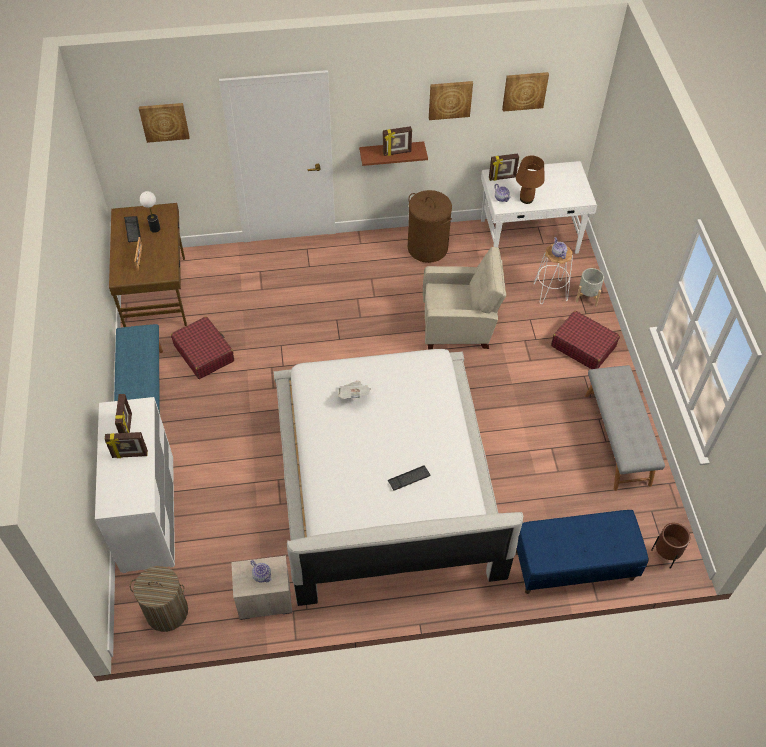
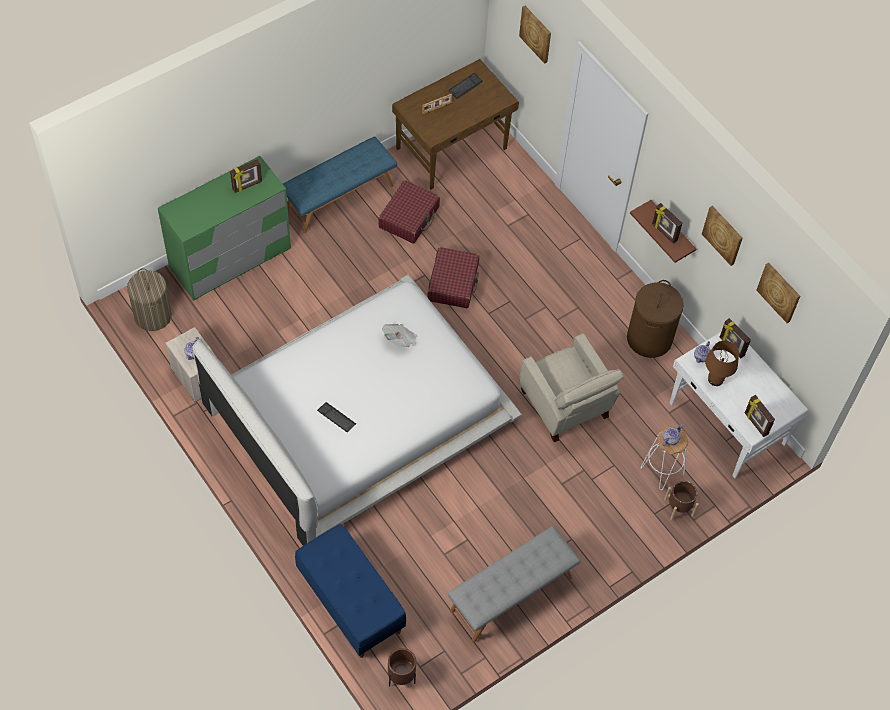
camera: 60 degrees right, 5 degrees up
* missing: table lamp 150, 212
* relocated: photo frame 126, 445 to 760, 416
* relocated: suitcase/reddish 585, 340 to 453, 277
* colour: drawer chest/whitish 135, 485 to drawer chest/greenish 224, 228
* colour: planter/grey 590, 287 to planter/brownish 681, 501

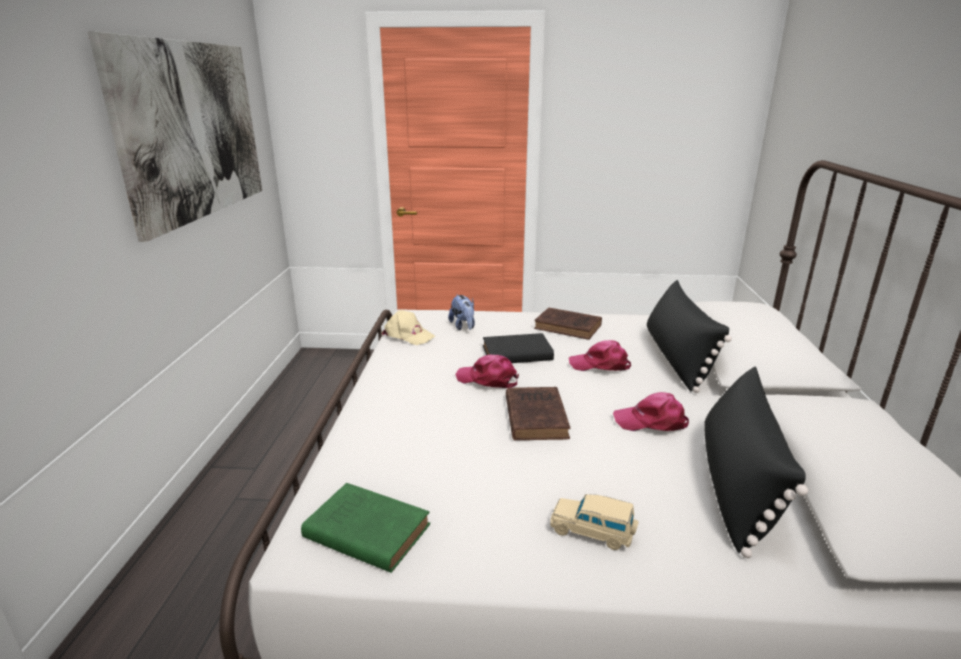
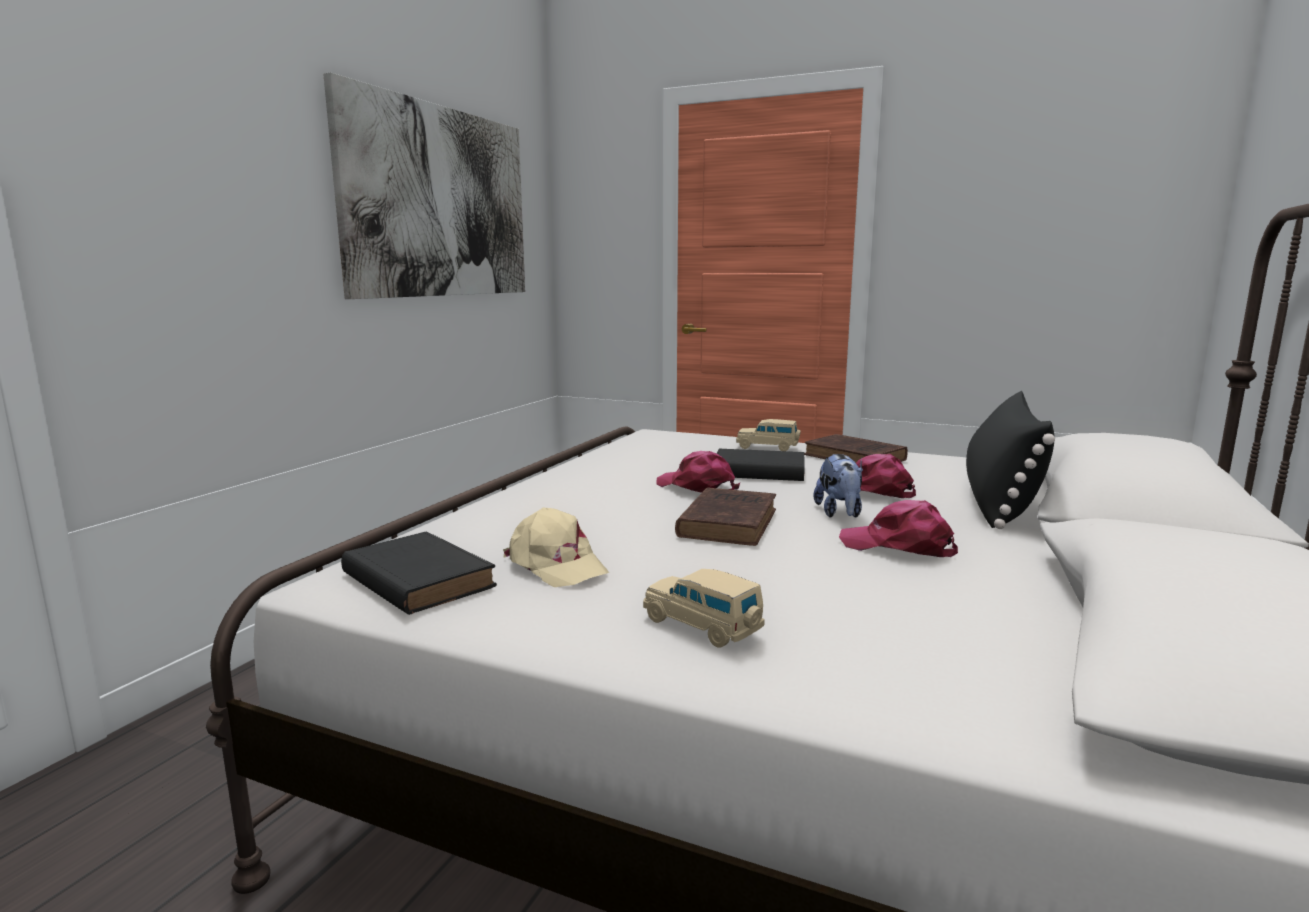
camera: 20 degrees right, 10 degrees down
* missing: pillow/black 756, 462
* appeared: miniature car/beige-coloured 768, 435
* relocated: cap/beige-coloured 408, 327 to 556, 547
* relocated: plush toy 461, 312 to 838, 486
* colour: volume/greenish 365, 528 to volume/black 419, 573

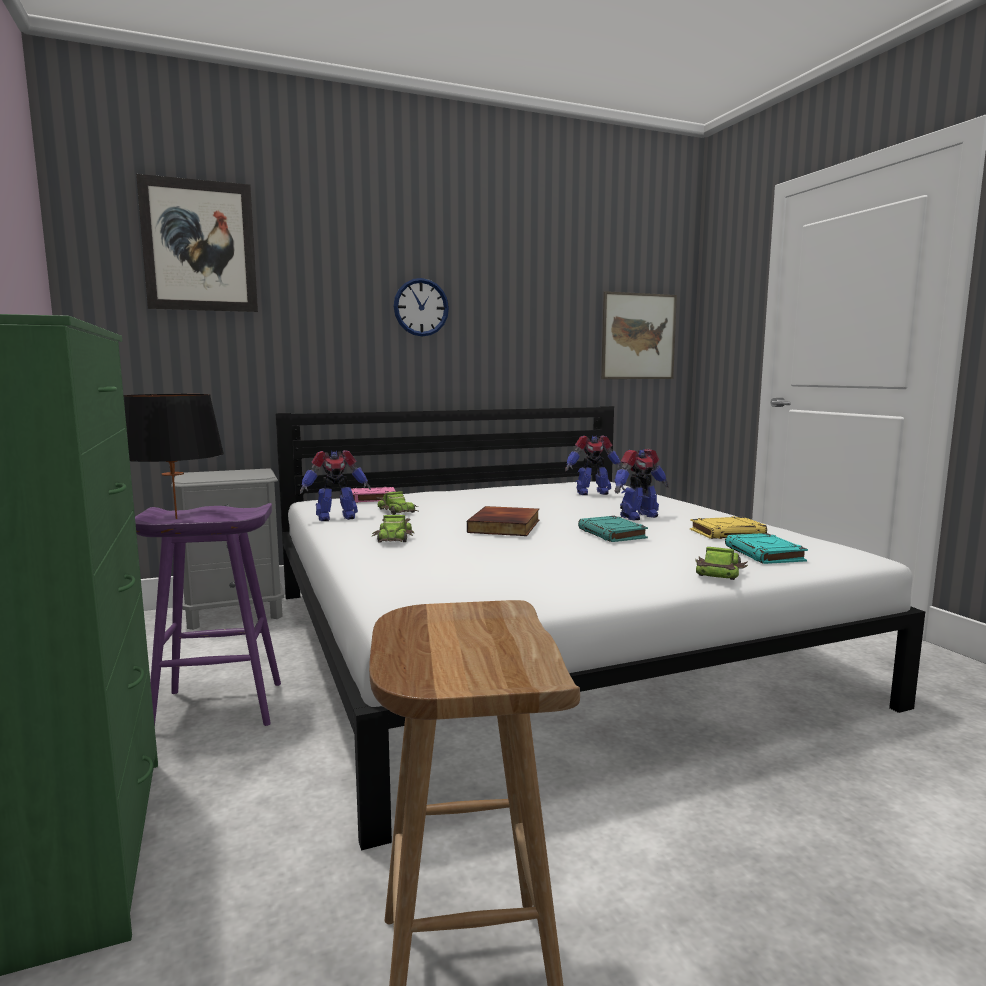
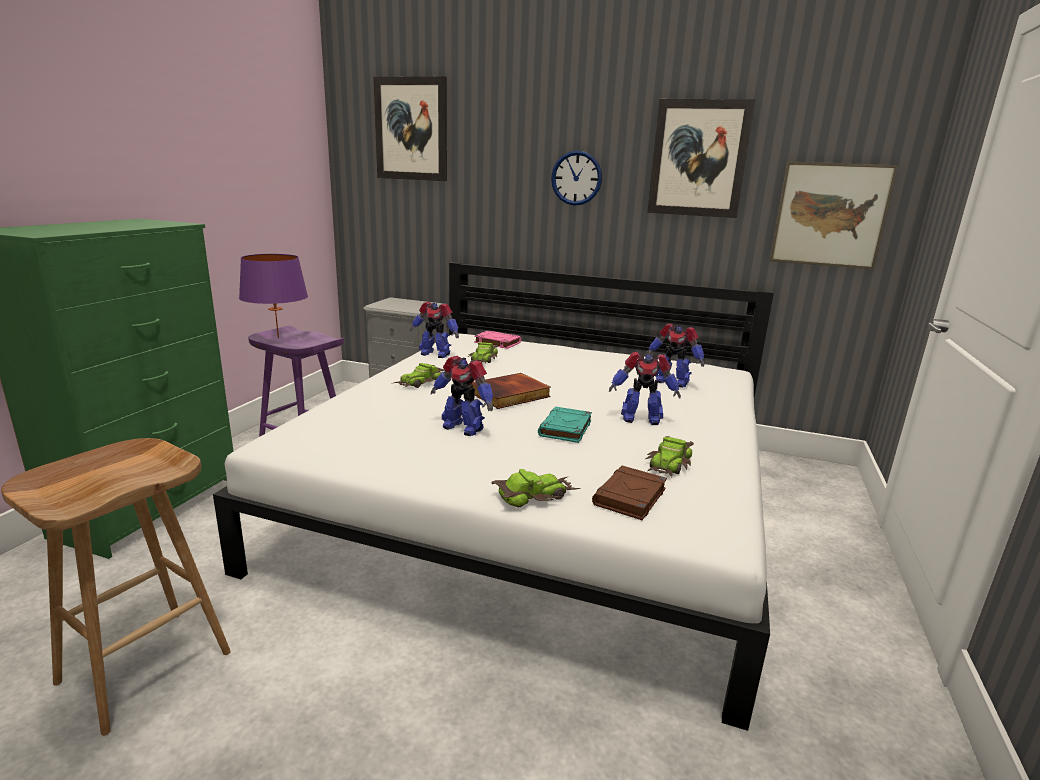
camera: 40 degrees right, 10 degrees up
* appeared: robot figure 462, 396
* appeared: wall art 701, 158
* exchanged: volume/yellow 728, 527 to miniature car 670, 456
* colour: table lamp/black 173, 456 to table lamp/purplish 273, 296
* colour: volume/turquoise-coloured 766, 548 to volume/brownish 629, 493

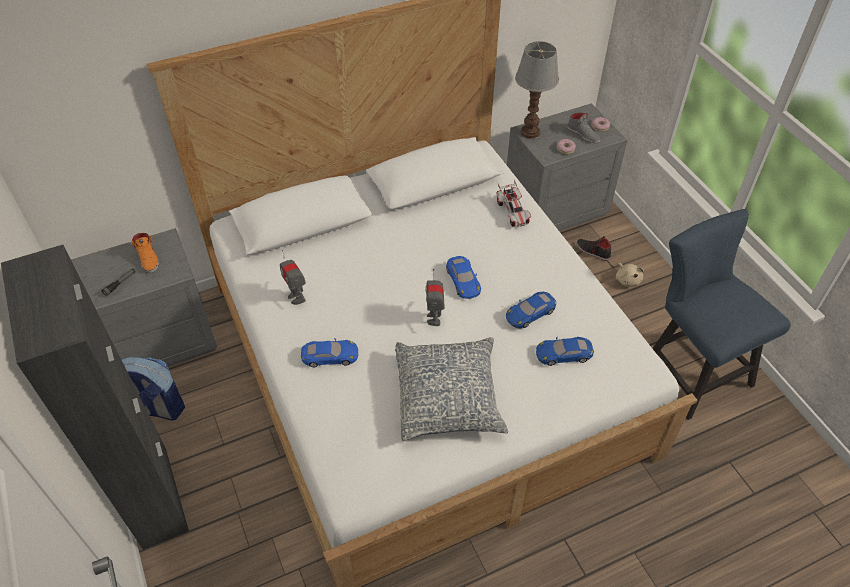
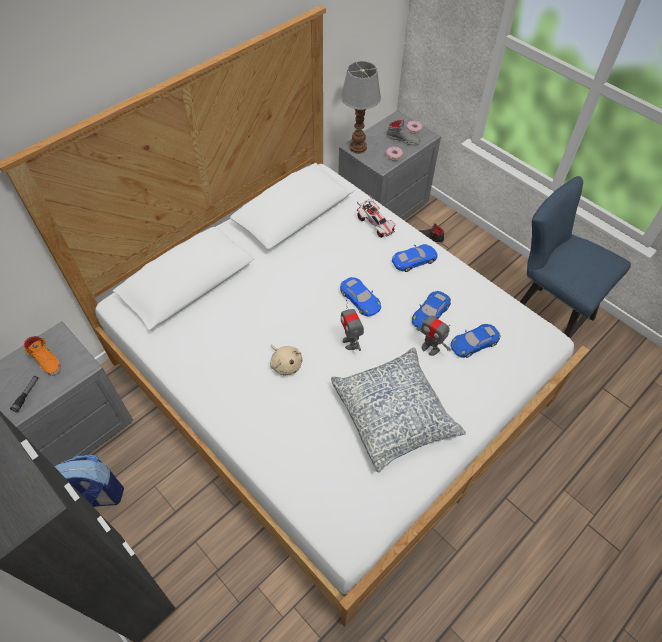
camera: 20 degrees left, 5 degrees up
* relocated: robot figure 293, 277 to 433, 332
* relocated: miniature car/blue 329, 352 to 414, 258
* relocated: plush toy/beige-coloured 630, 274 to 286, 360

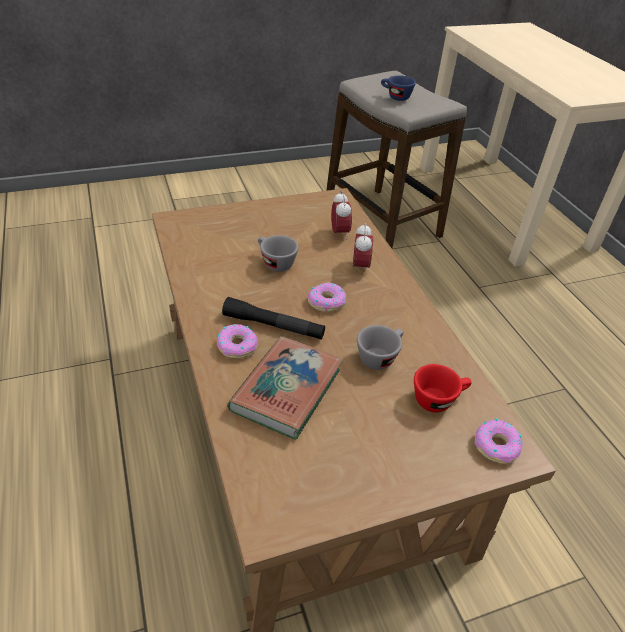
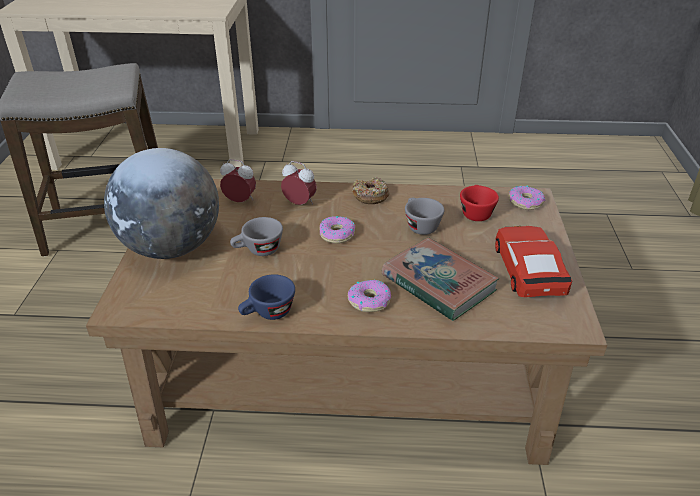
camera: 65 degrees left, 5 degrees down
* missing: flashlight/black 273, 318
* appeared: world globe 161, 203
* appeared: donut 370, 190
* appeared: miniature car/reddish 533, 261
* relocated: drinking cup/blue 398, 88 to 266, 297

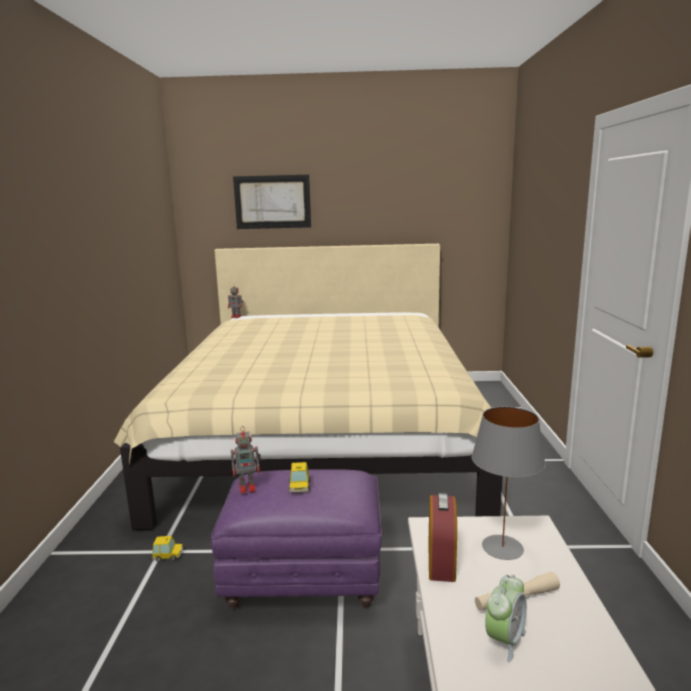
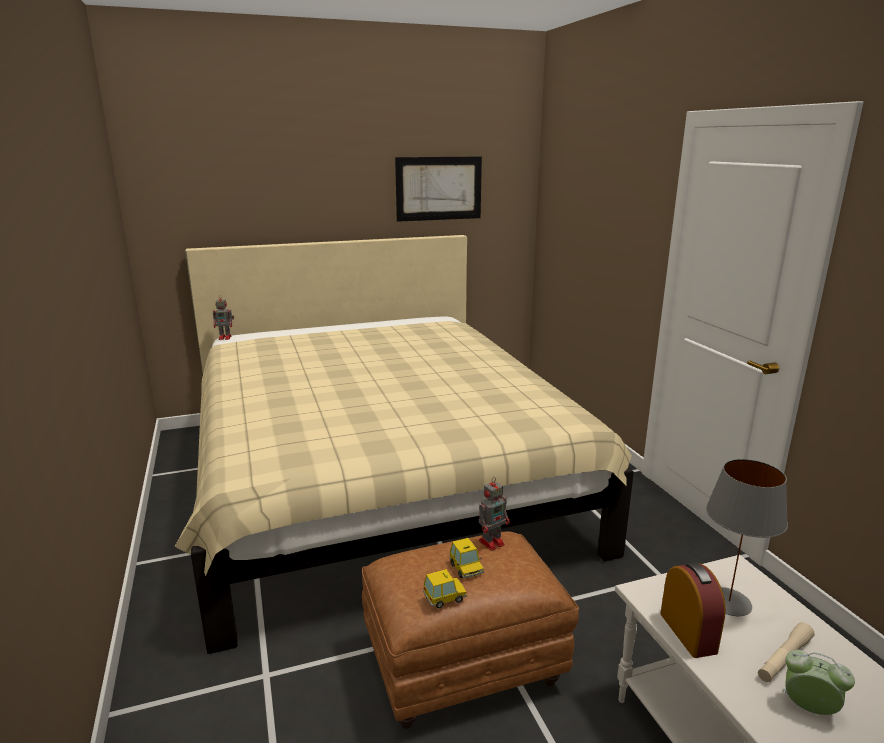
camera: 20 degrees left, 5 degrees up
* relocated: miniature car 167, 549 to 445, 588
* relocated: robot figure 246, 460 to 494, 514
* relocated: wall art 272, 202 to 438, 189
* colour: footrest/purplish 296, 539 to footrest/brownish 470, 630
* spun: table clock 506, 618 = 818, 682 75 degrees counterclockwise

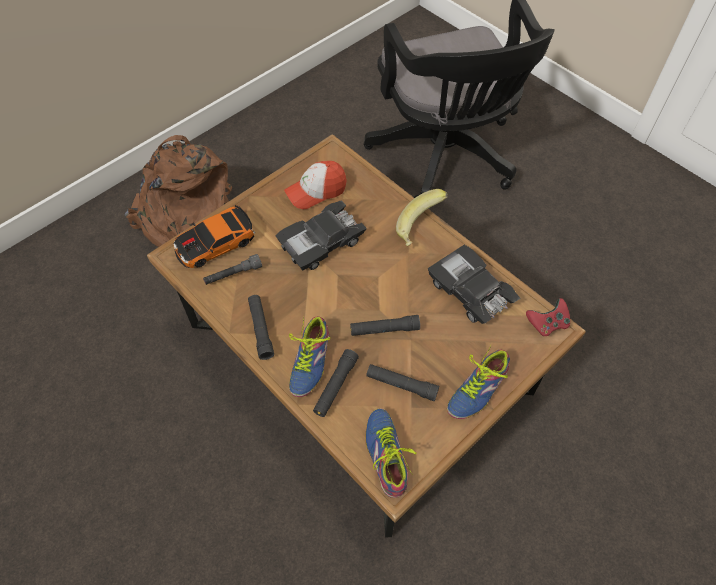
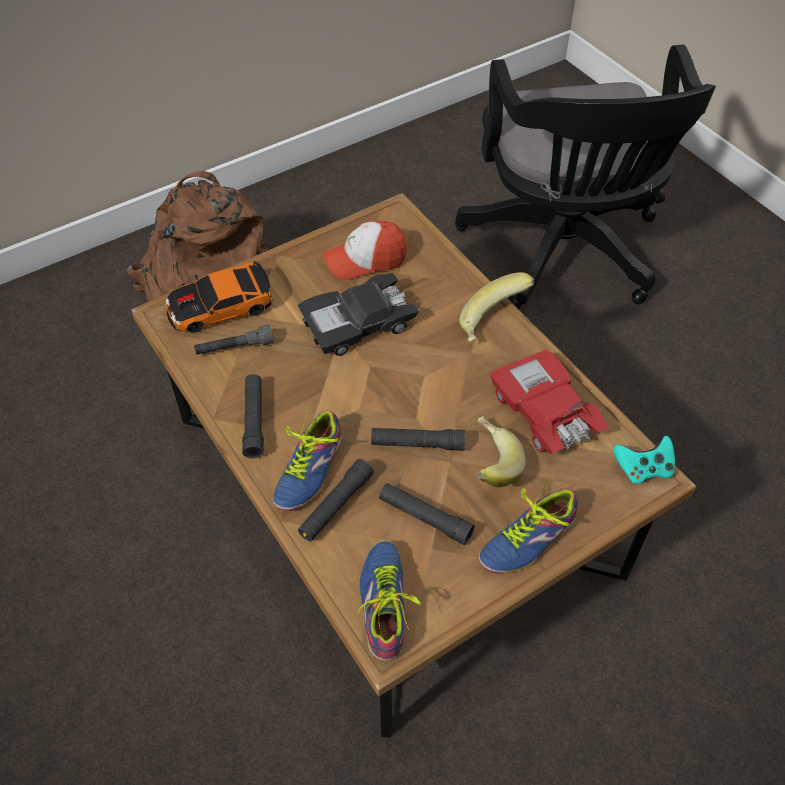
camera: 10 degrees right, 5 degrees down
* appeared: banana 501, 451
* colour: miniature car/black 474, 284 to miniature car/reddish 549, 401
* colour: game controller/reddish 548, 317 to game controller/turquoise-coloured 644, 460

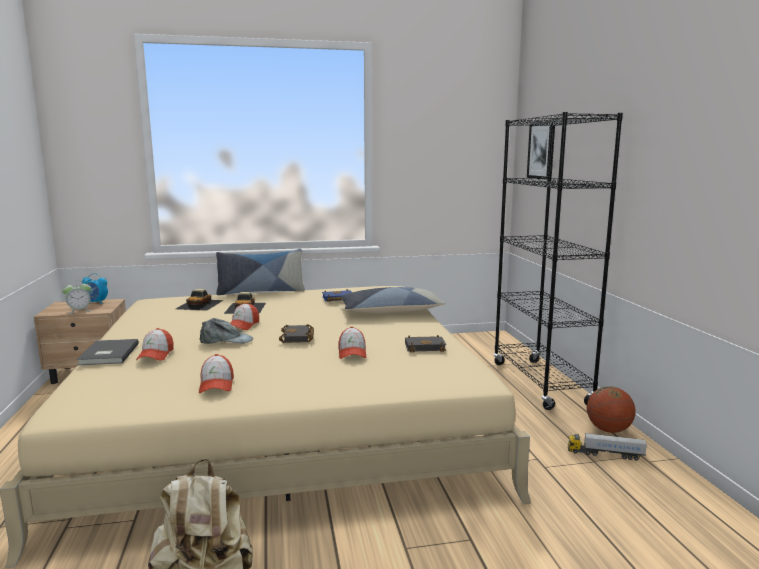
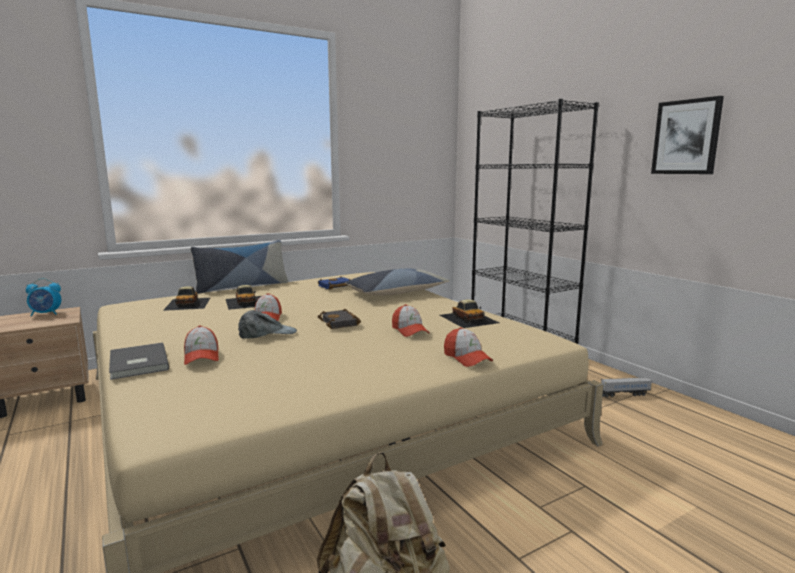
camera: 20 degrees left, 0 degrees up
* missing: table clock 76, 297
* missing: basketball ball 611, 409
* relocated: cap 216, 373 to 468, 347
* relocated: wall art 541, 150 to 687, 135
* exchanged: volume/black 425, 343 to miniature car 469, 313

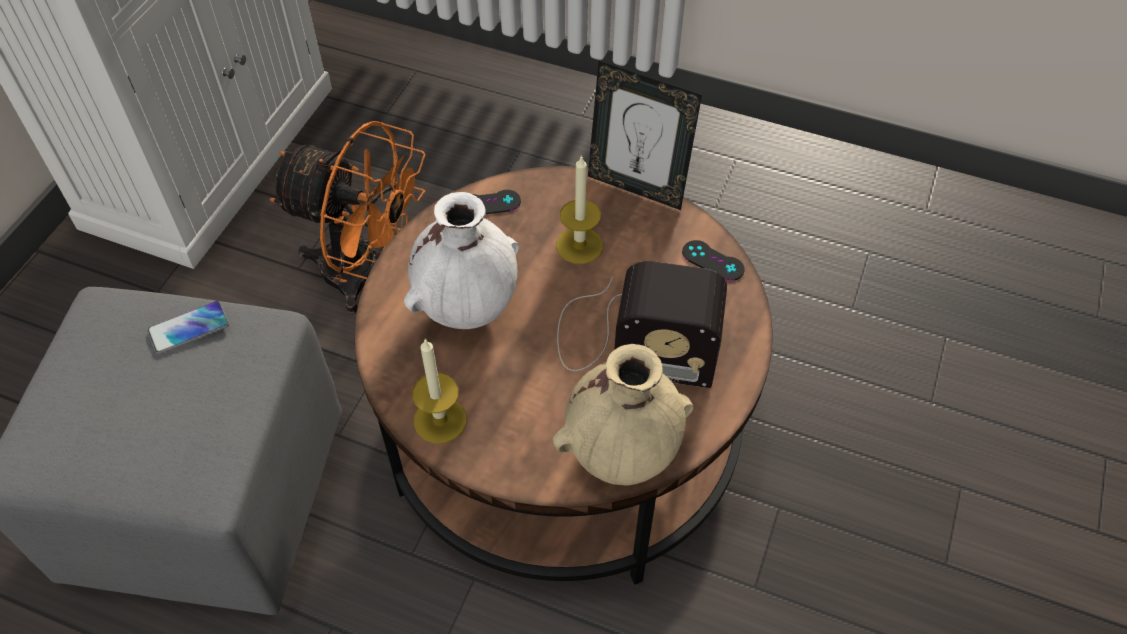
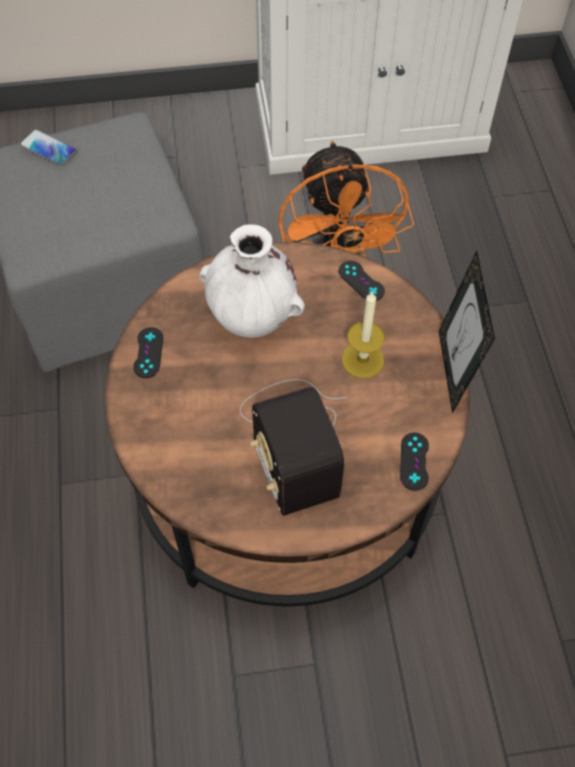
camera: 60 degrees right, 5 degrees up
* missing: vase/beige-coloured 623, 414
* relocated: phone 188, 327 to 48, 147
* exchanged: wax light 439, 390 to game controller/black 148, 352

